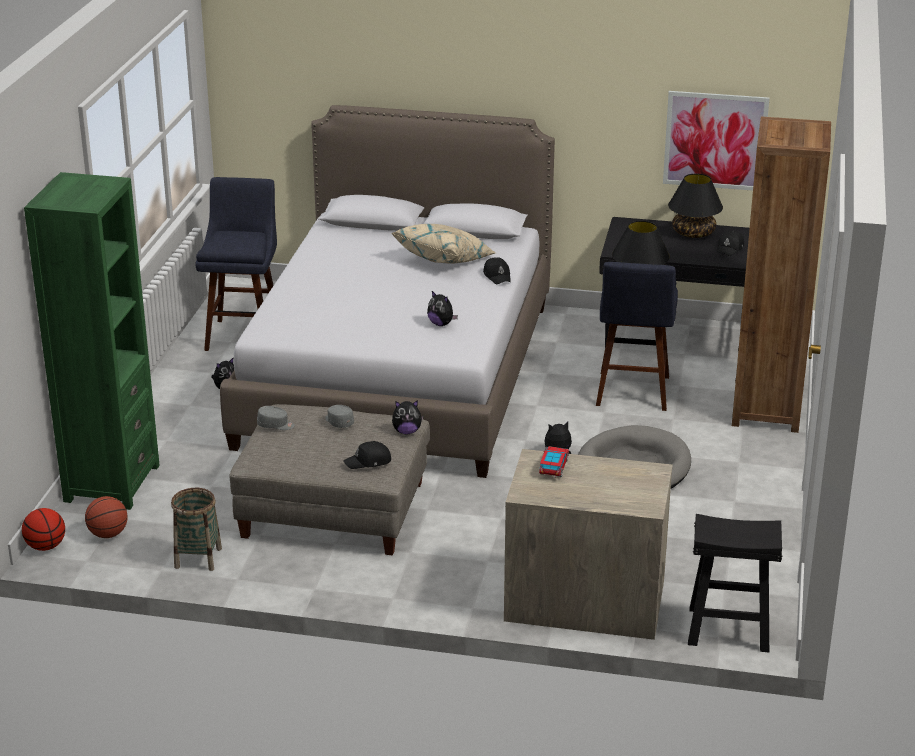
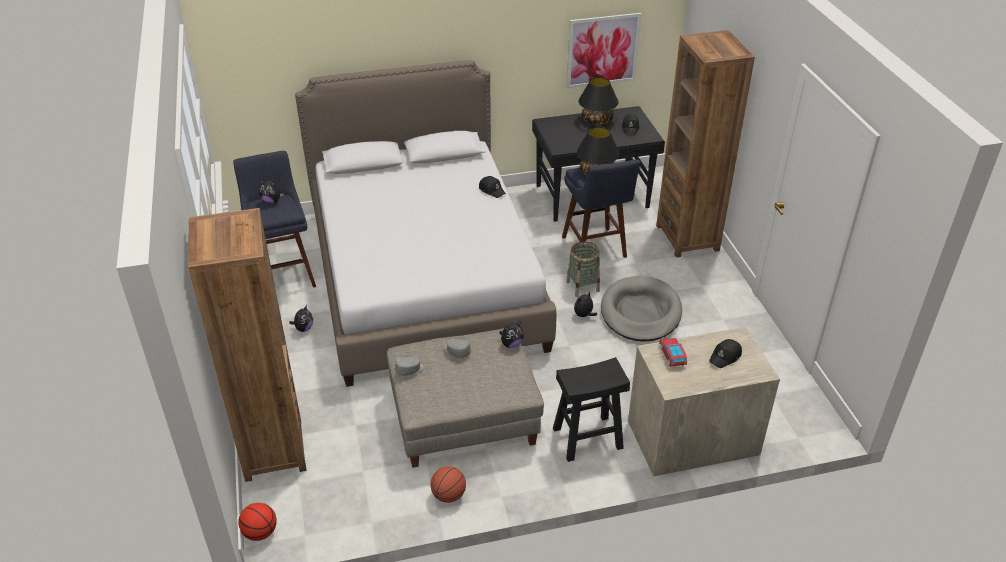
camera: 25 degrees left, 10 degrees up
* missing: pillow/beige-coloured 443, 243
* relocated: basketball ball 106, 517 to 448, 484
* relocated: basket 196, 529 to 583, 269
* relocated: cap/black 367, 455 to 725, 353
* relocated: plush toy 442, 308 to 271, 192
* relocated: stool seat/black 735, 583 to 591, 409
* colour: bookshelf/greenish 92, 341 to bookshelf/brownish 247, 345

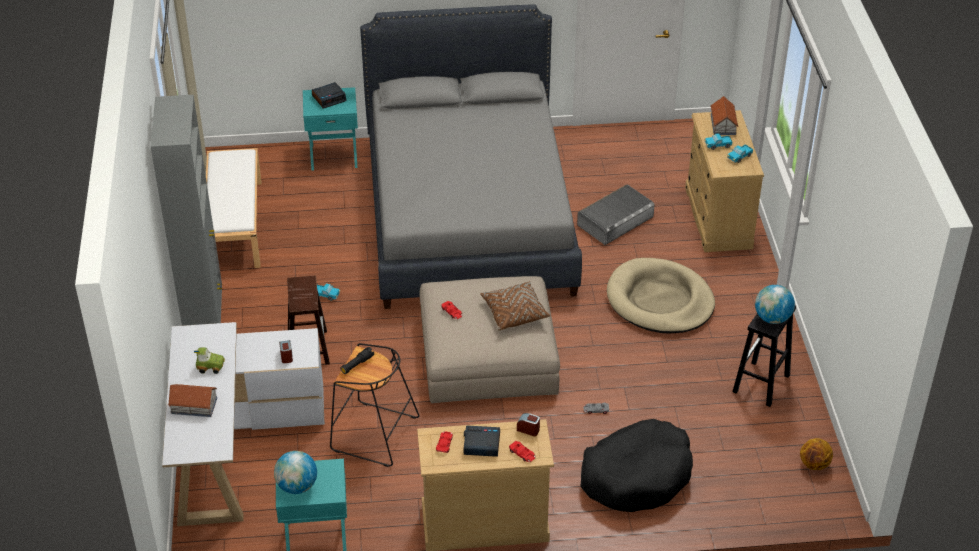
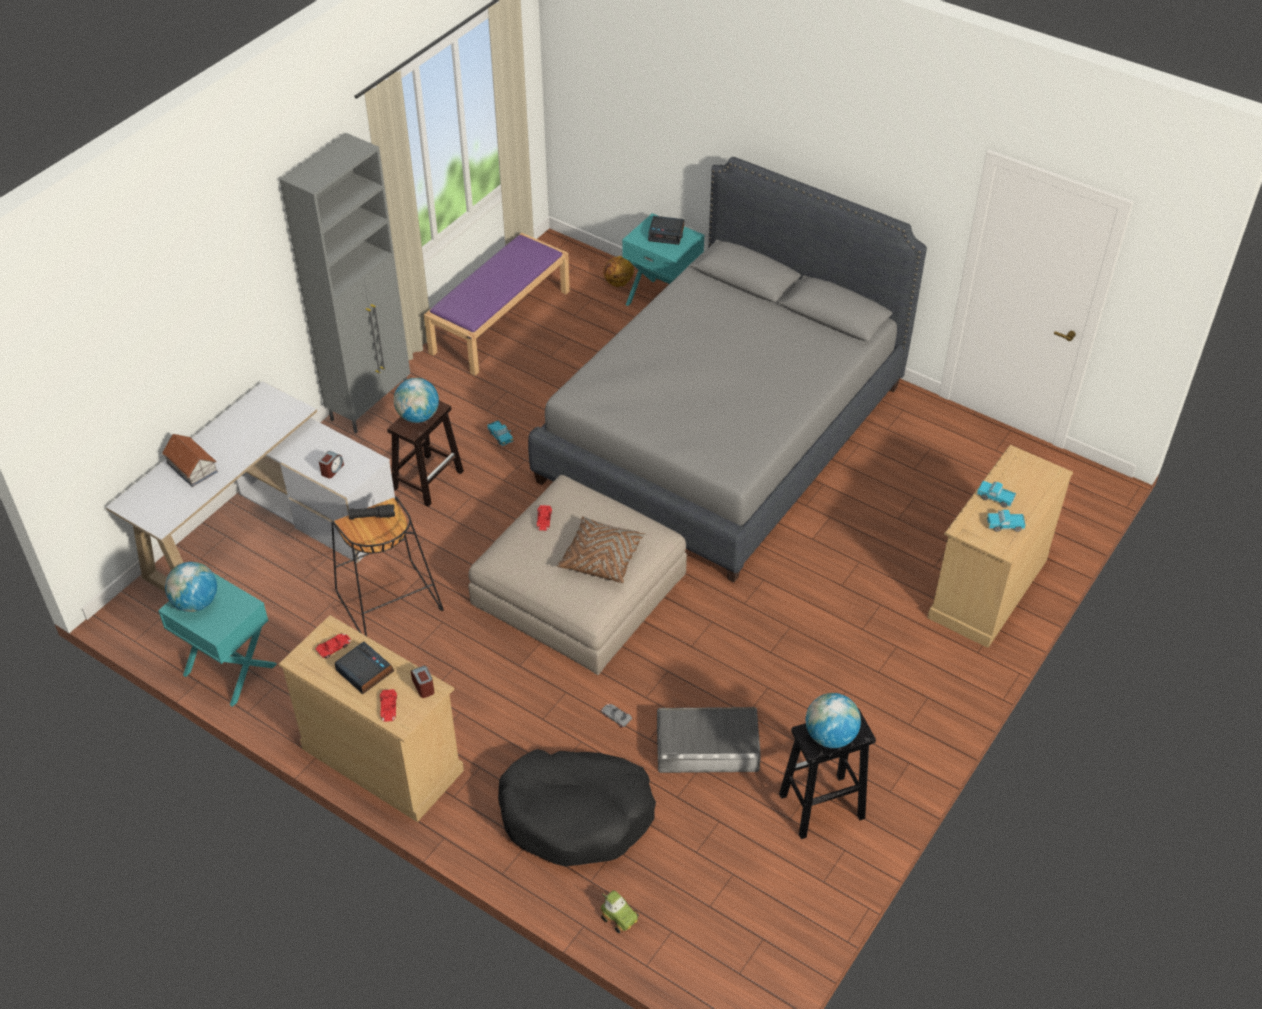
camera: 40 degrees right, 5 degrees up
* missing: dog bed/beige-coloured 661, 296
* missing: model house 724, 115
* appeared: world globe 416, 400
* relocated: miniature car 209, 360 to 620, 911
* relocated: storage box/grey 616, 215 to 709, 740
* relocated: basketball ball 816, 454 to 618, 271
* colour: bench/whitish 233, 208 to bench/purplish 497, 304

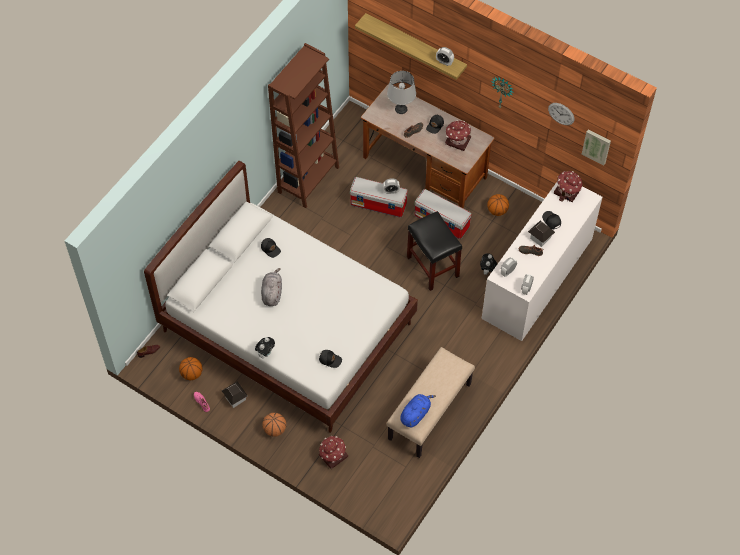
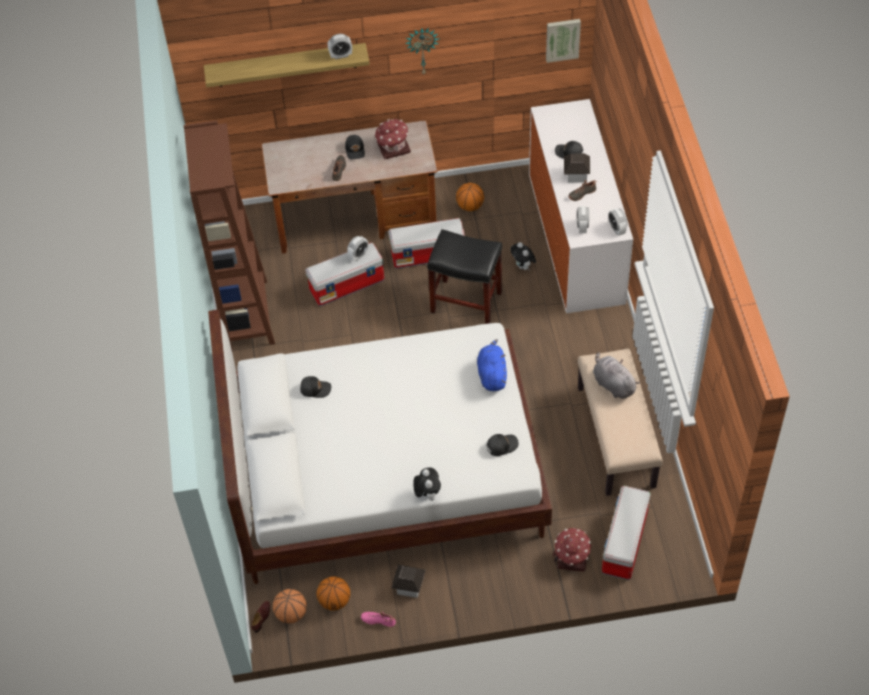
camera: 40 degrees left, 5 degrees down
* missing: table lamp/grey 401, 92
* missing: wall clock 561, 114
* missing: model house 568, 186
* appeared: storage box 626, 533
* relocated: plush toy/grey 271, 287 to 616, 375
* relocated: basketball ball 274, 425 to 290, 606
* relocated: plush toy/blue 418, 410 to 492, 365

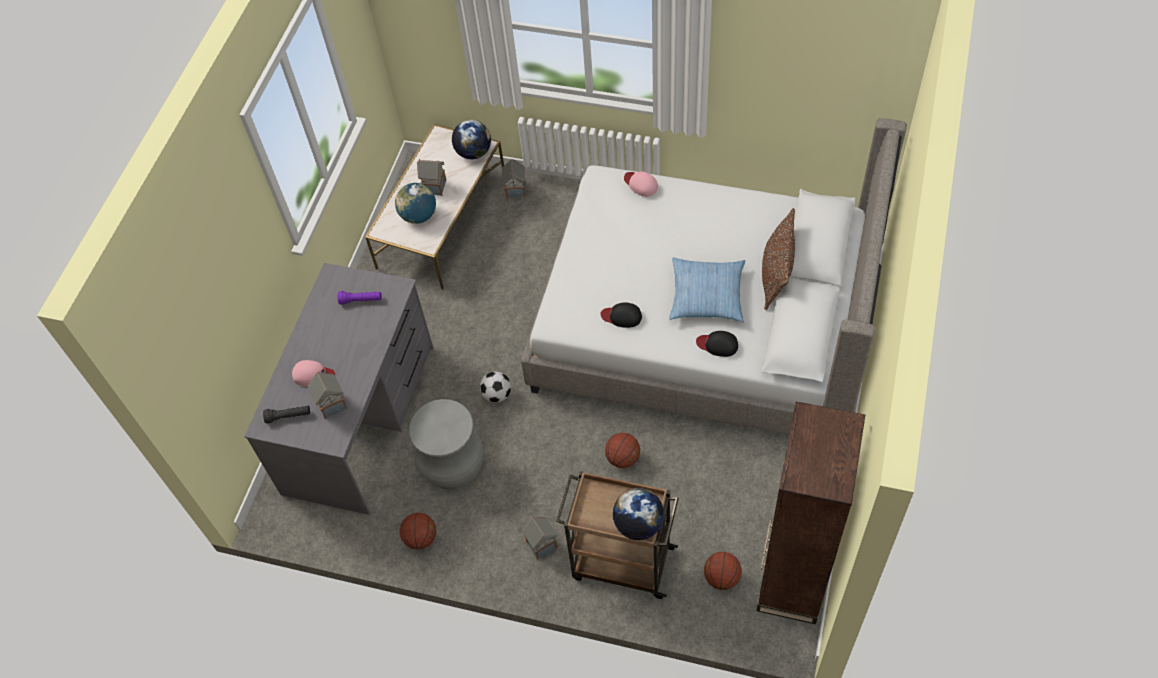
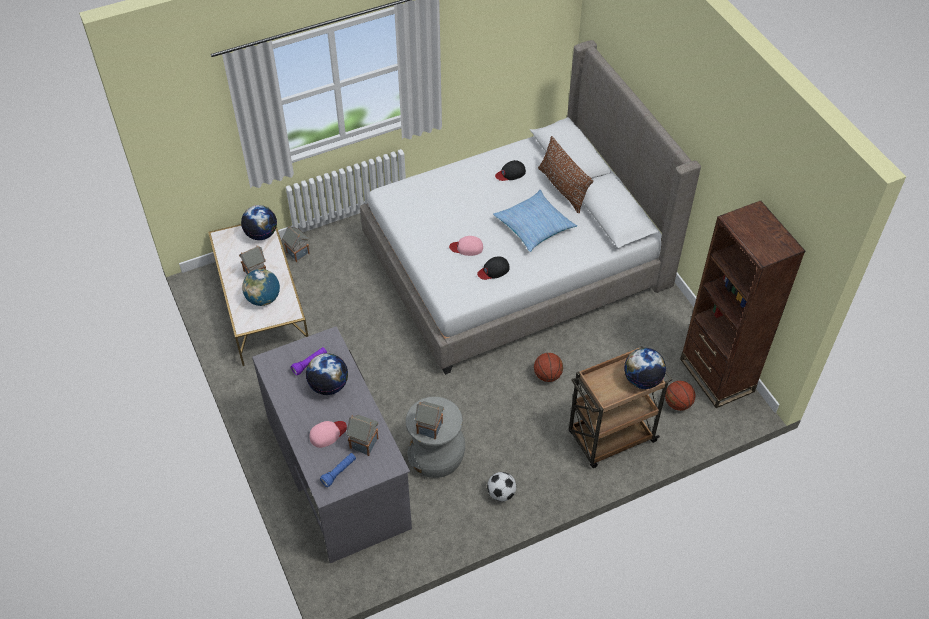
camera: 45 degrees left, 5 degrees down
* missing: basketball ball 418, 531
* appeared: world globe 327, 374
* relocated: ball for football 495, 387 to 501, 487
* relocated: model house 539, 538 to 429, 420
* relocated: cap/pinkish 641, 184 to 466, 246
* relocated: cap/black 717, 344 to 510, 170
* colour: flashlight/black 286, 415 to flashlight/blue 338, 470

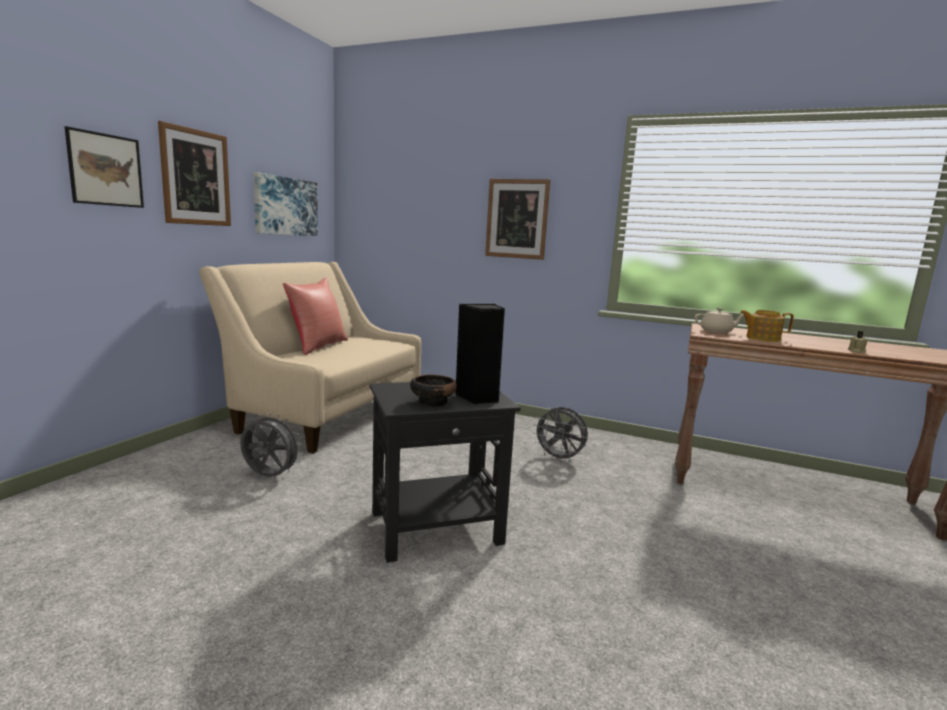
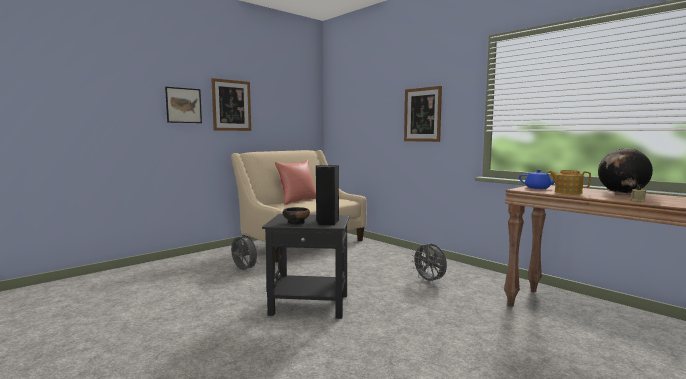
camera: 25 degrees right, 5 degrees down
* missing: wall art 285, 204
* appeared: world globe 625, 171
* colour: pot for tea/beige-coloured 719, 320 to pot for tea/blue 537, 179

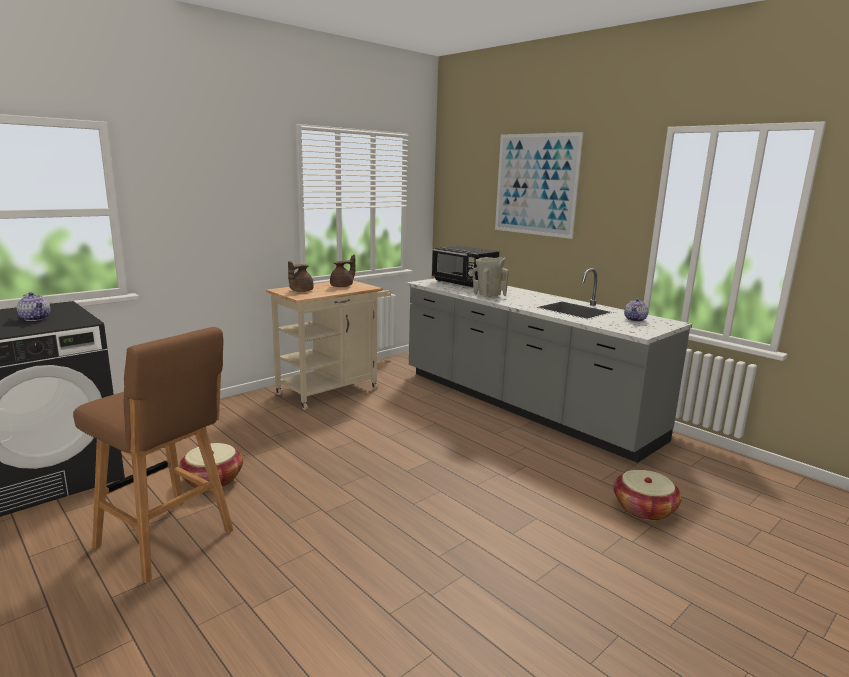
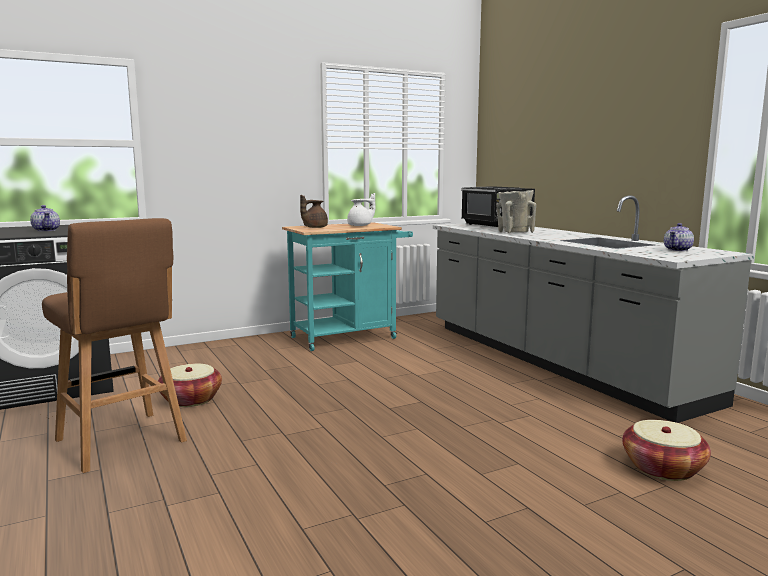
camera: 15 degrees right, 5 degrees down
* missing: wall art 539, 185
* colour: trolley/beige-coloured 328, 345 to trolley/turquoise-coloured 347, 286
* colour: pot for tea/brownish 343, 271 to pot for tea/whitish 361, 209

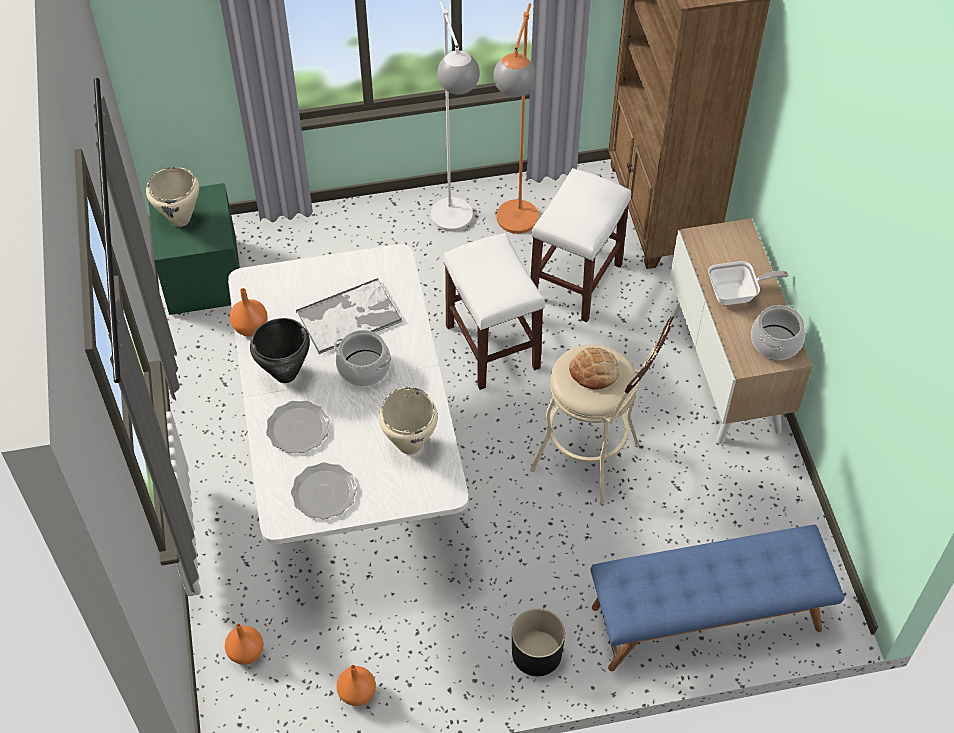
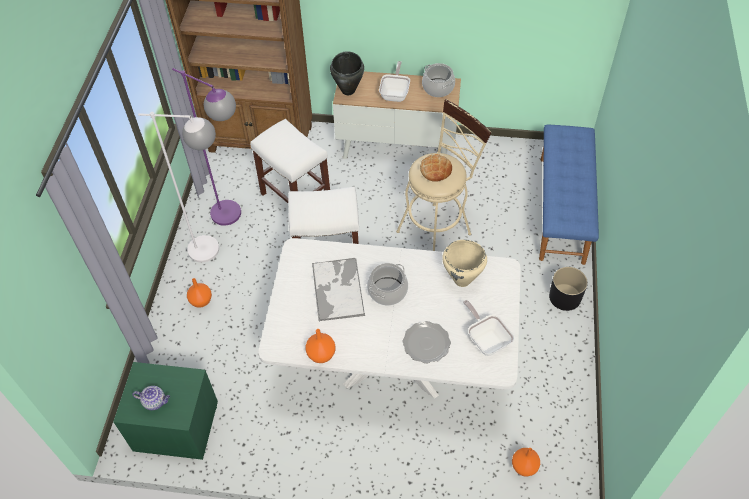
camera: 70 degrees left, 0 degrees up
* relocated: stockpot/black 280, 350 to 347, 73
* relocated: vase/orange-coloured 356, 685 to 199, 293
* exchanged: stockpot/beige-coloured 172, 197 to pot for tea 151, 398
* exchanged: dinner plate 324, 490 to pan 488, 328
* colour: floor lamp/orange-coloured 516, 118 to floor lamp/purplish 206, 147

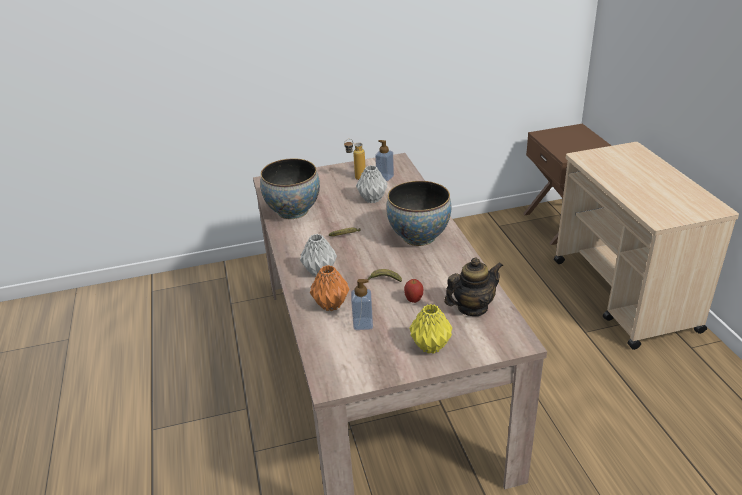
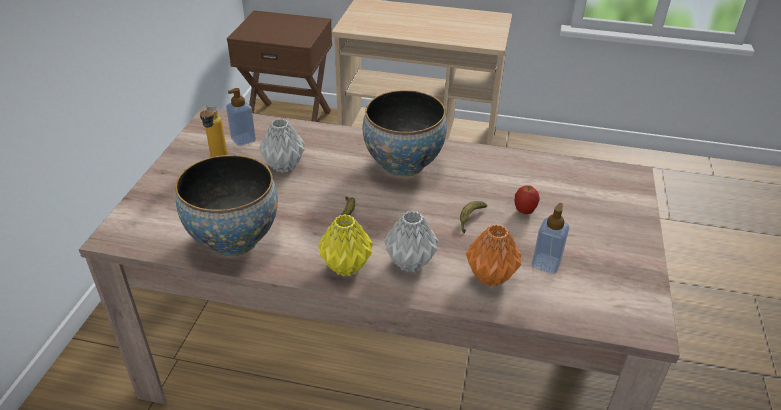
camera: 65 degrees left, 5 degrees up
* missing: pot for tea 473, 287
* relocated: vase/yellow 431, 329 to 345, 245

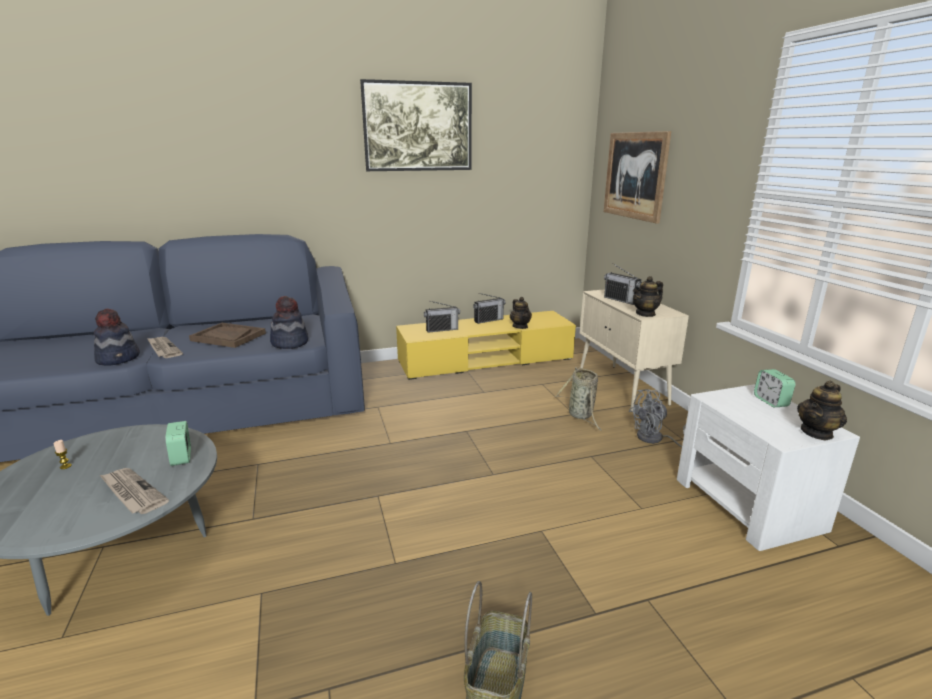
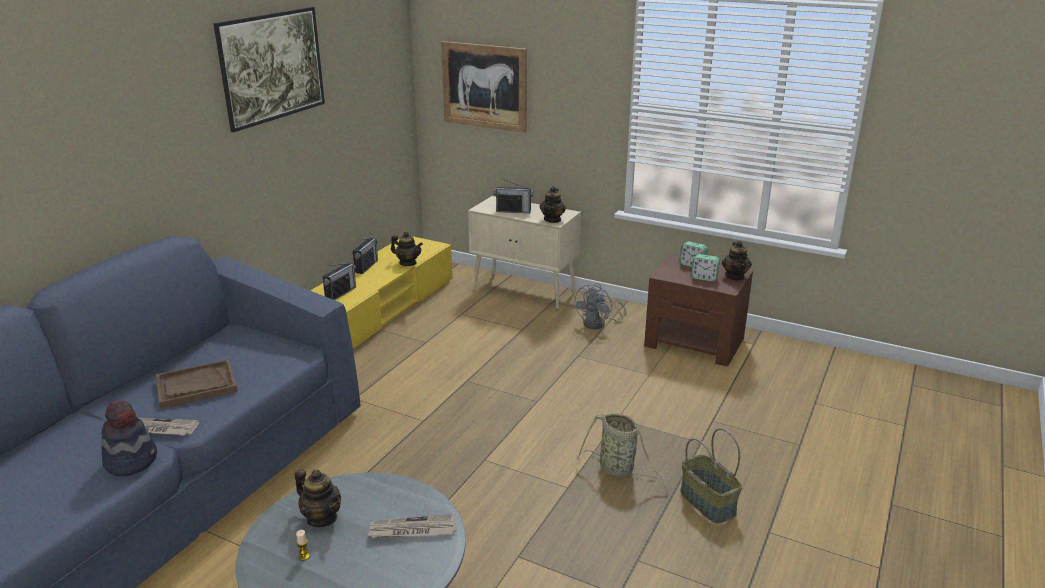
camera: 45 degrees left, 5 degrees up
* missing: hat 289, 322
* appeared: pot for tea 318, 498
* relocated: table clock 178, 443 to 705, 267
* relocated: basket 579, 399 to 623, 447
* colour: bedside table/whitish 768, 467 to bedside table/brownish 698, 310

